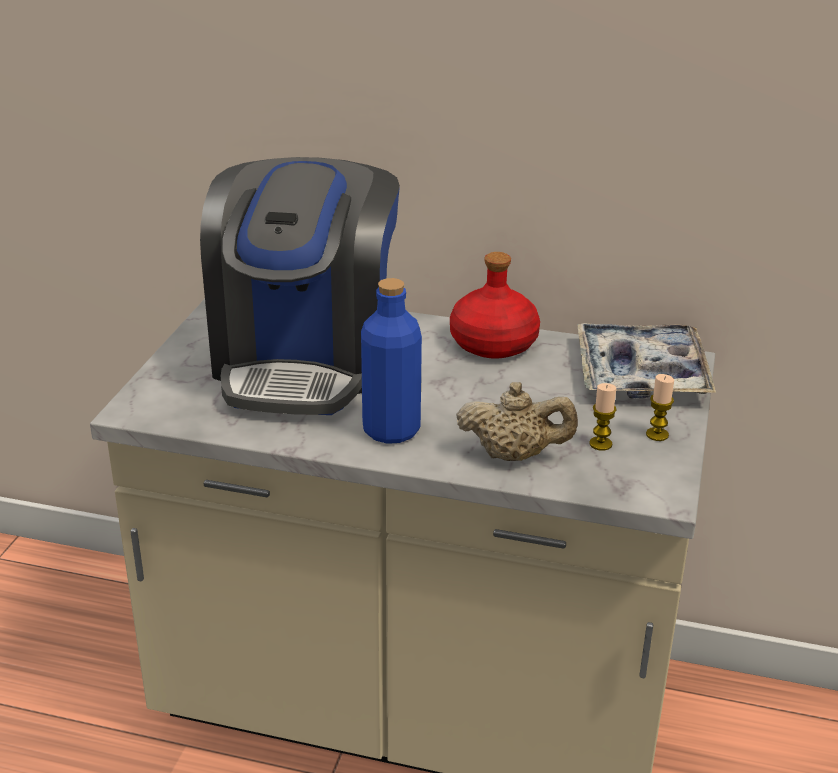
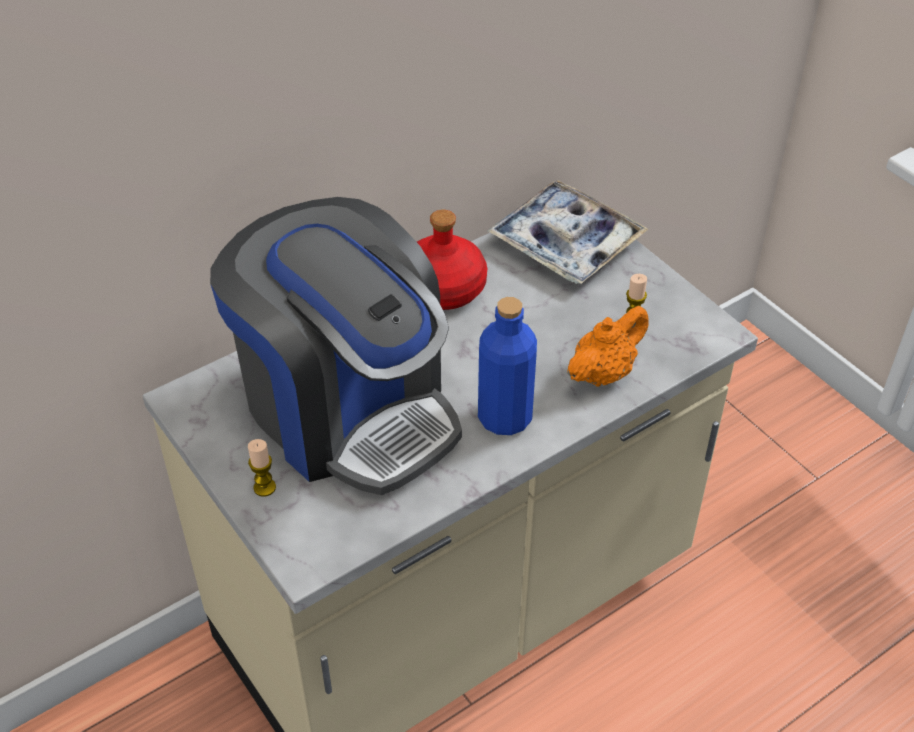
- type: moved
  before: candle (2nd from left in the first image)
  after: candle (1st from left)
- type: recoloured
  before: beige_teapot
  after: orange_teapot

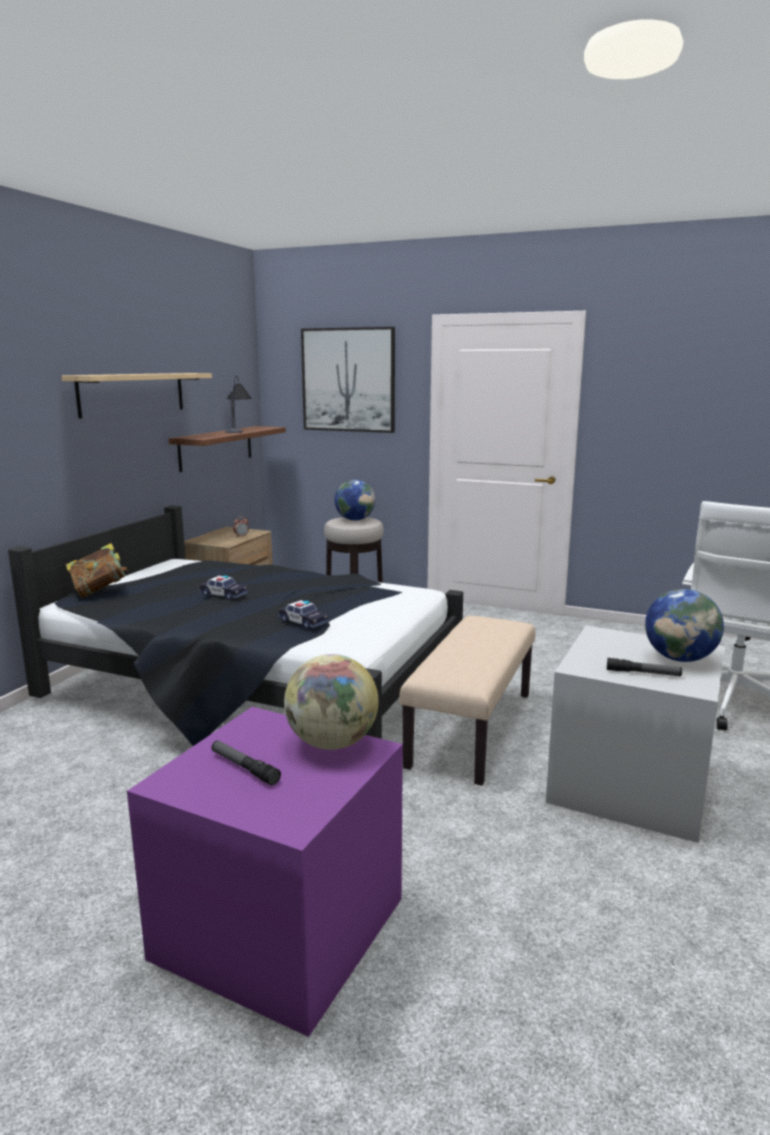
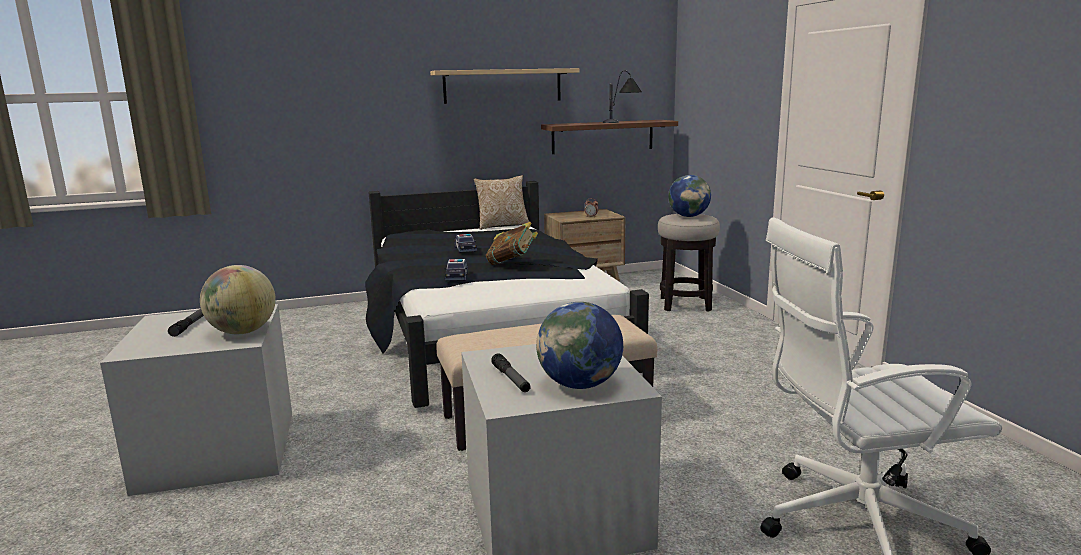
- type: removed
  before: picture
- type: added
  after: pillow
- type: moved
  before: book
- type: recoloured
  before: purple_storage_box
  after: grey_storage_box (1st from left)

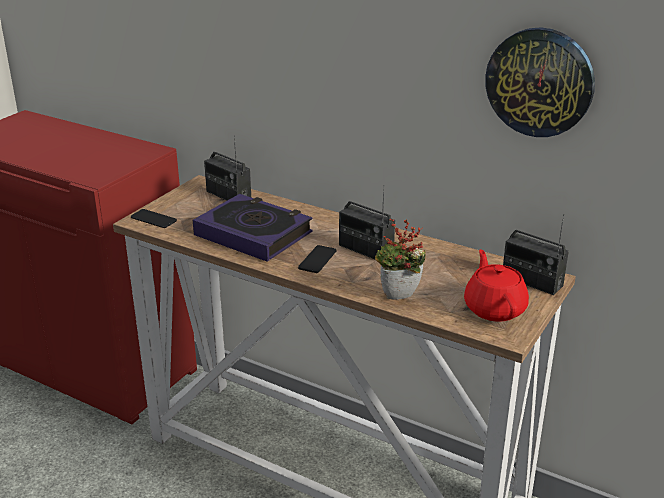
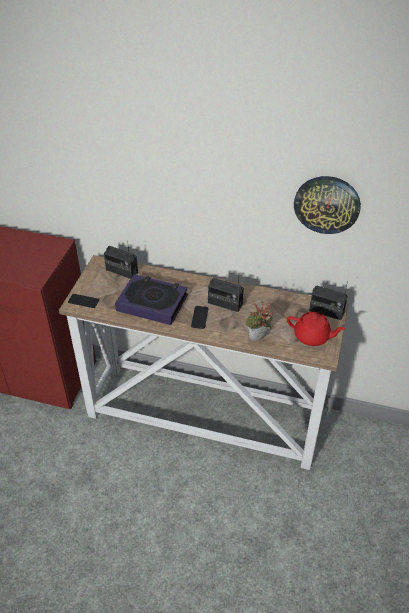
- type: turned
  before: red_teapot
  turn: 135

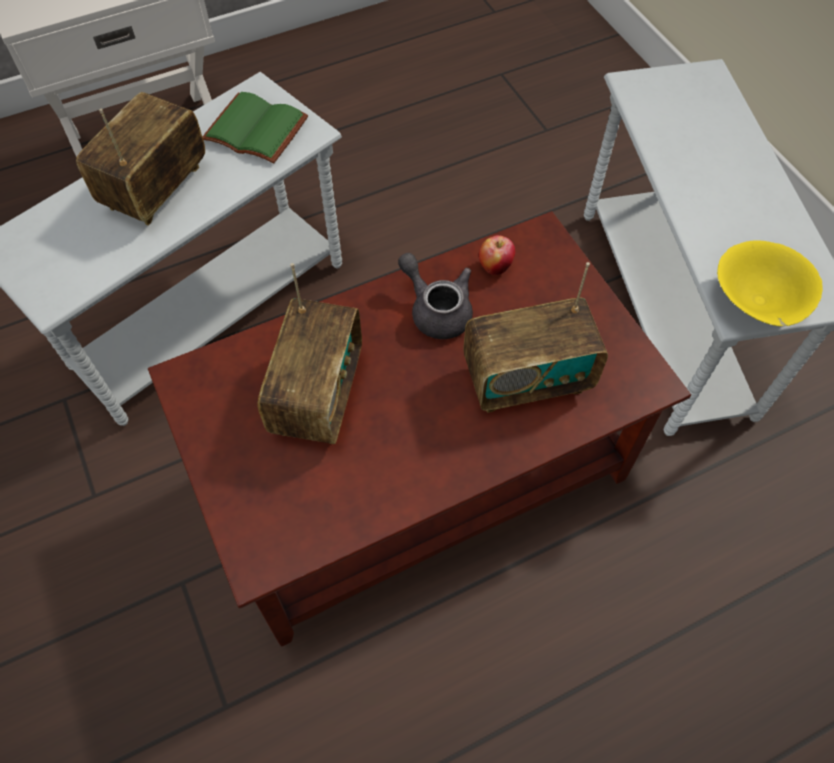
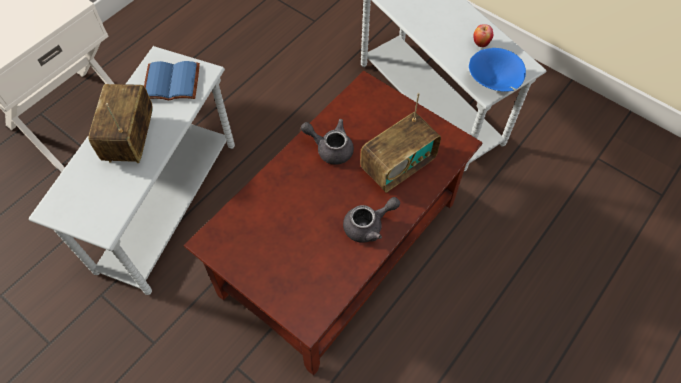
- type: removed
  before: radio (2nd from left)
- type: added
  after: grey_teapot (2nd from left)
- type: moved
  before: apple
- type: recoloured
  before: green_book
  after: blue_book
- type: recoloured
  before: yellow_bowl
  after: blue_bowl

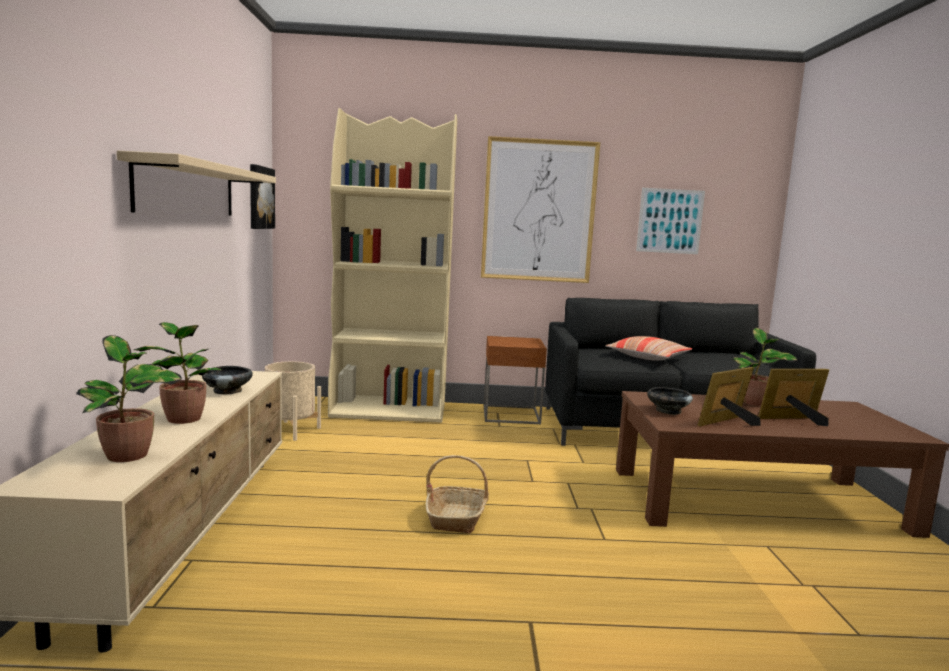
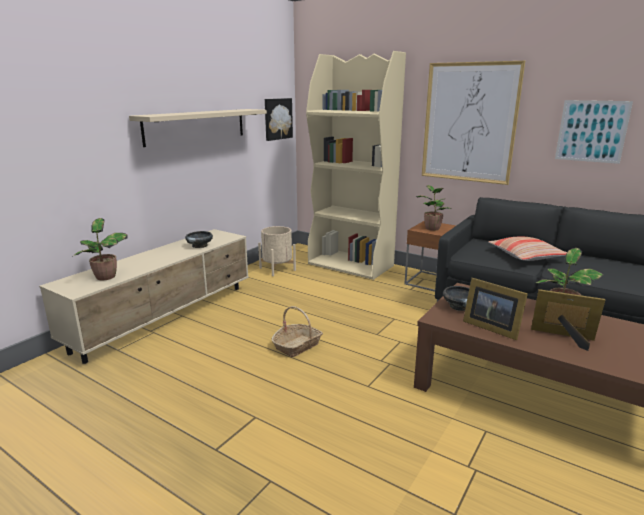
- type: moved
  before: potted_plant (2nd from left)
- type: turned
  before: picture_frame (1st from left)
  turn: -135

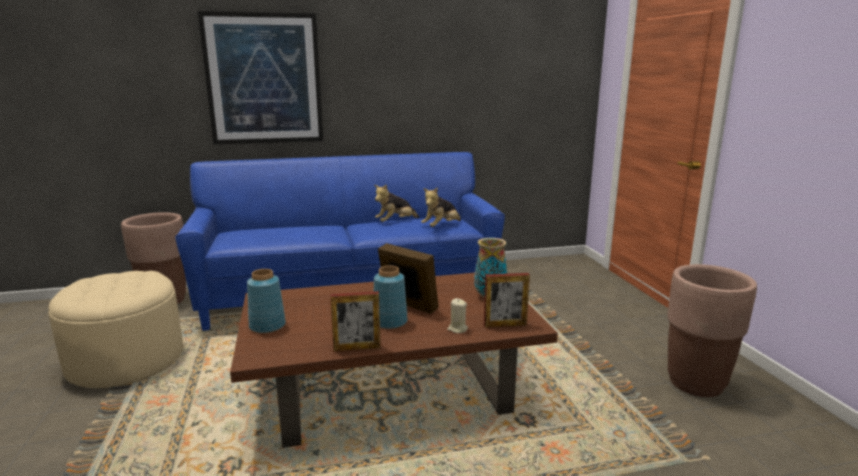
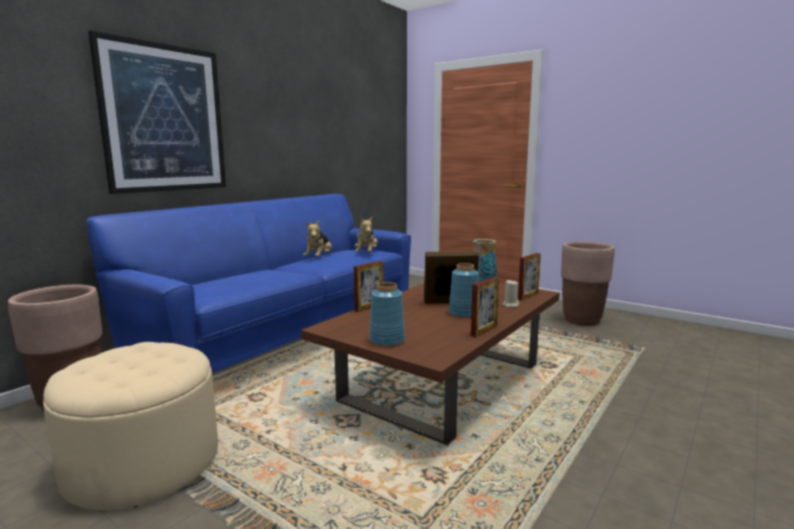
- type: added
  after: picture_frame (1st from left)

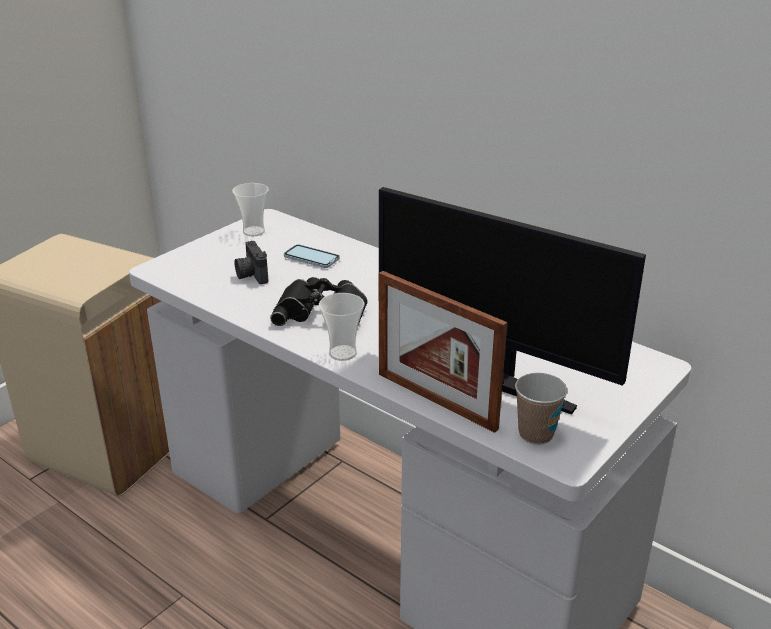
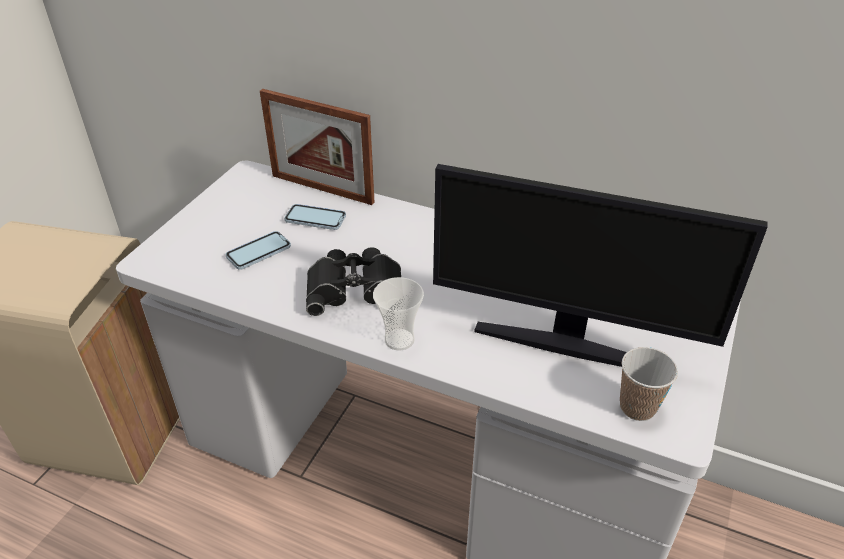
- type: removed
  before: cup (1st from left)
- type: moved
  before: picture_frame
- type: replaced
  before: photo_camera
  after: phone (1st from left)

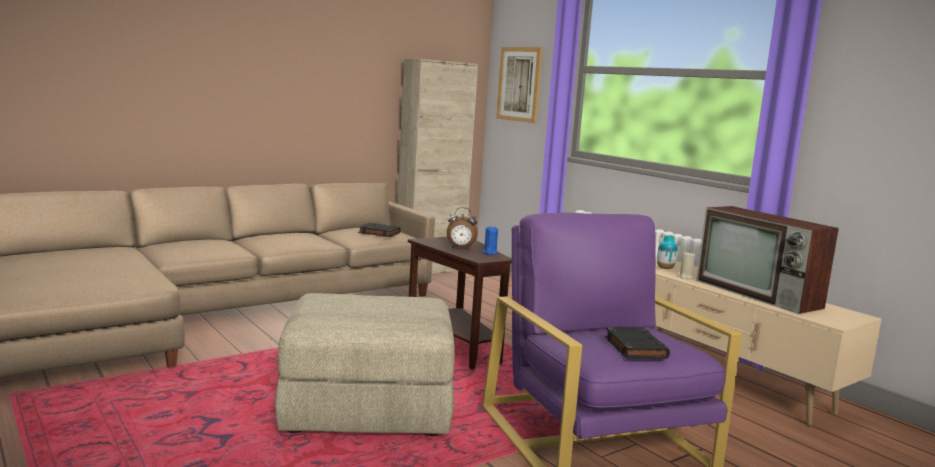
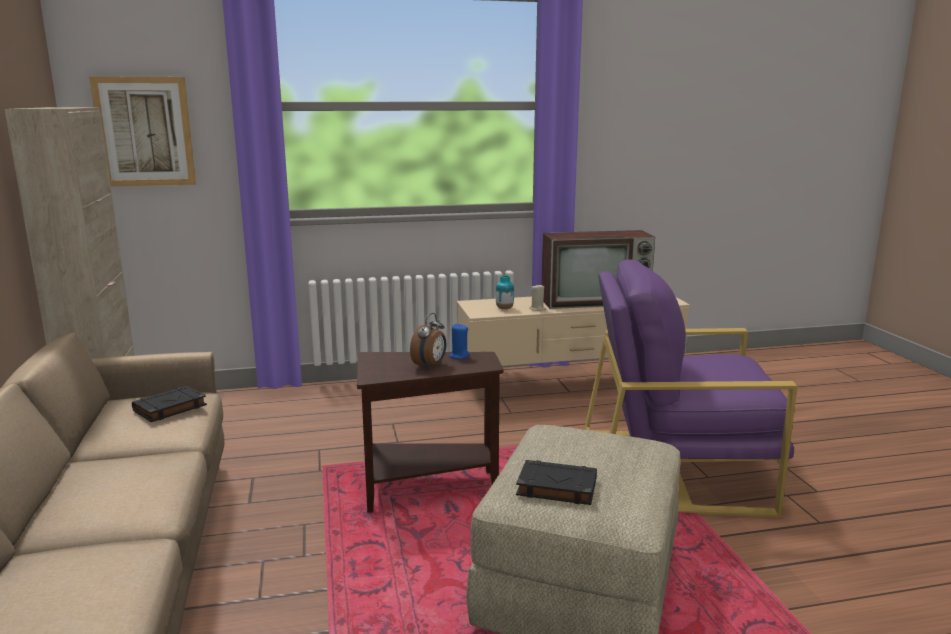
- type: moved
  before: black_book (2nd from left)

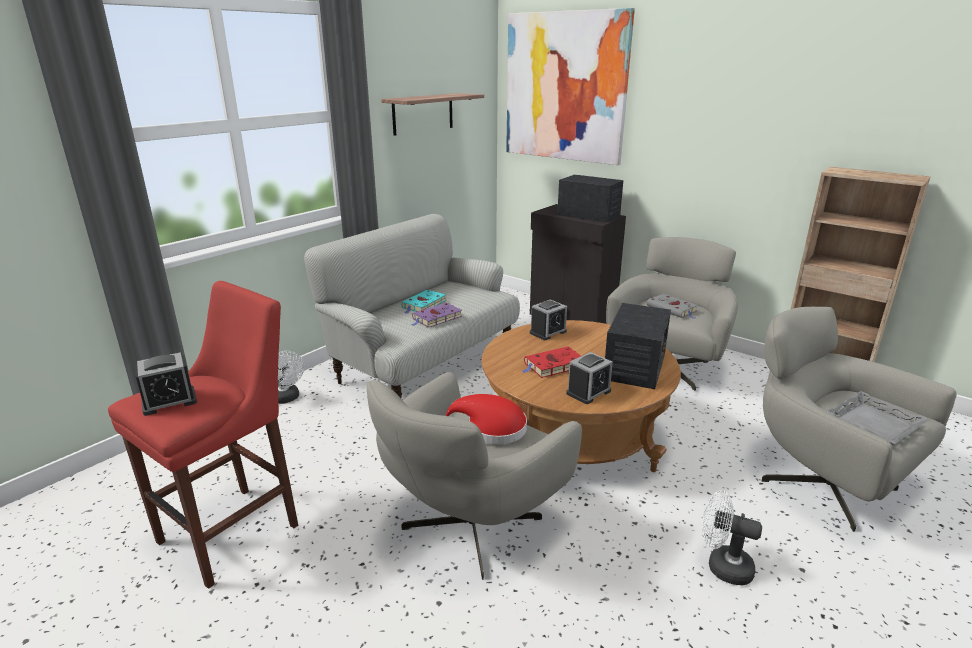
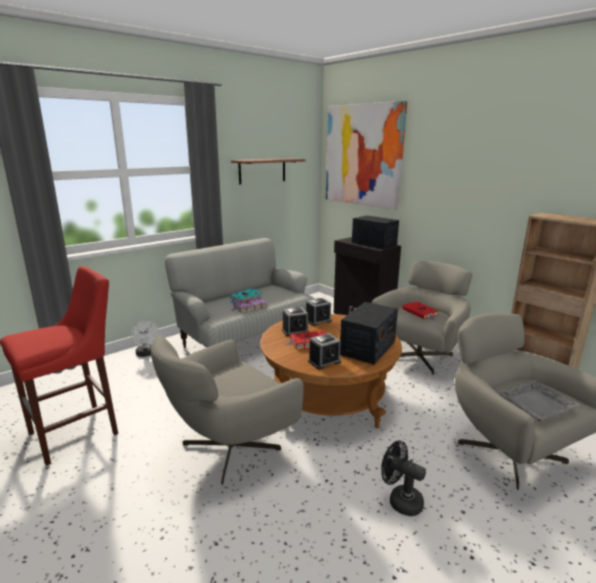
- type: removed
  before: red_hat
- type: moved
  before: alarm_clock (1st from left)
- type: recoloured
  before: grey_book
  after: red_book (2nd from left)
- type: recoloured
  before: white_fan (2nd from left)
  after: black_fan

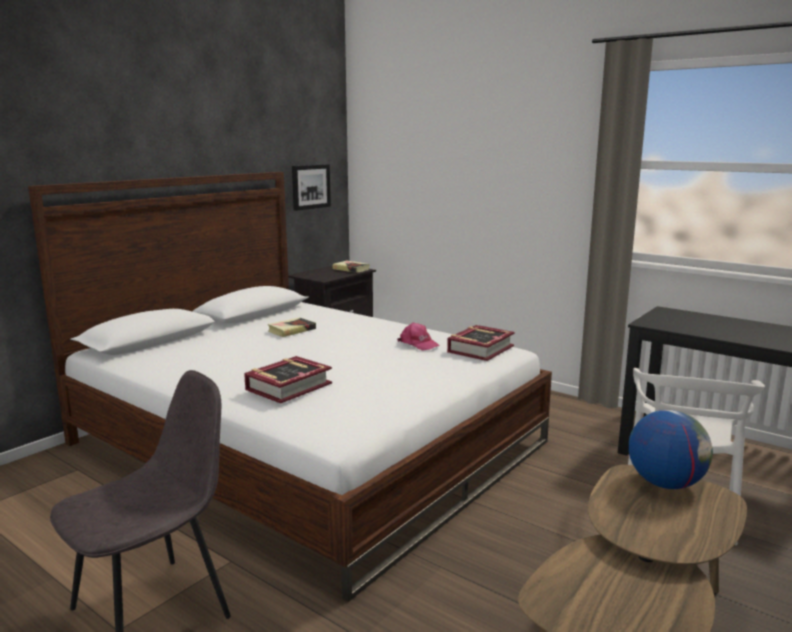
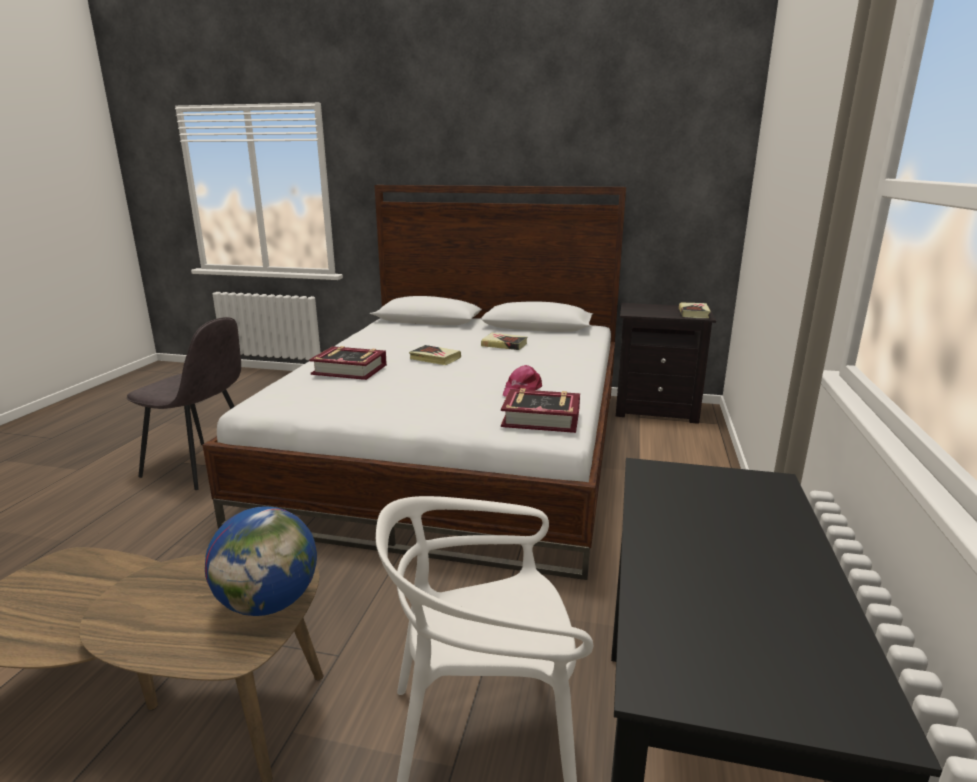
- type: removed
  before: picture
- type: added
  after: book (2nd from left)

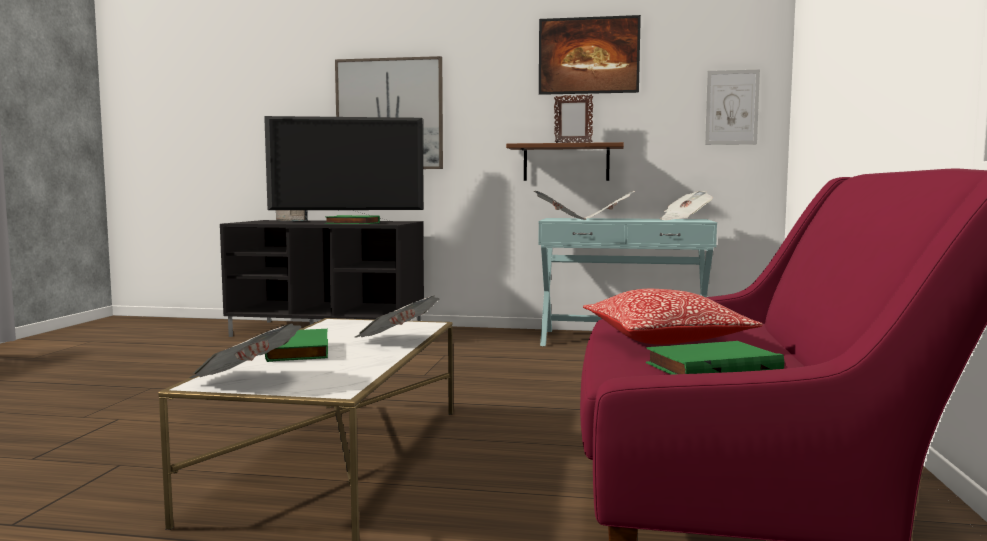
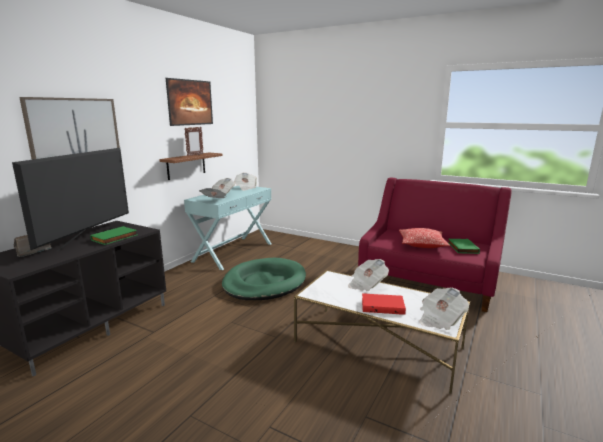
- type: removed
  before: picture (3rd from left)
- type: added
  after: green_dog_bed
- type: recoloured
  before: green_book (1st from left)
  after: red_book

